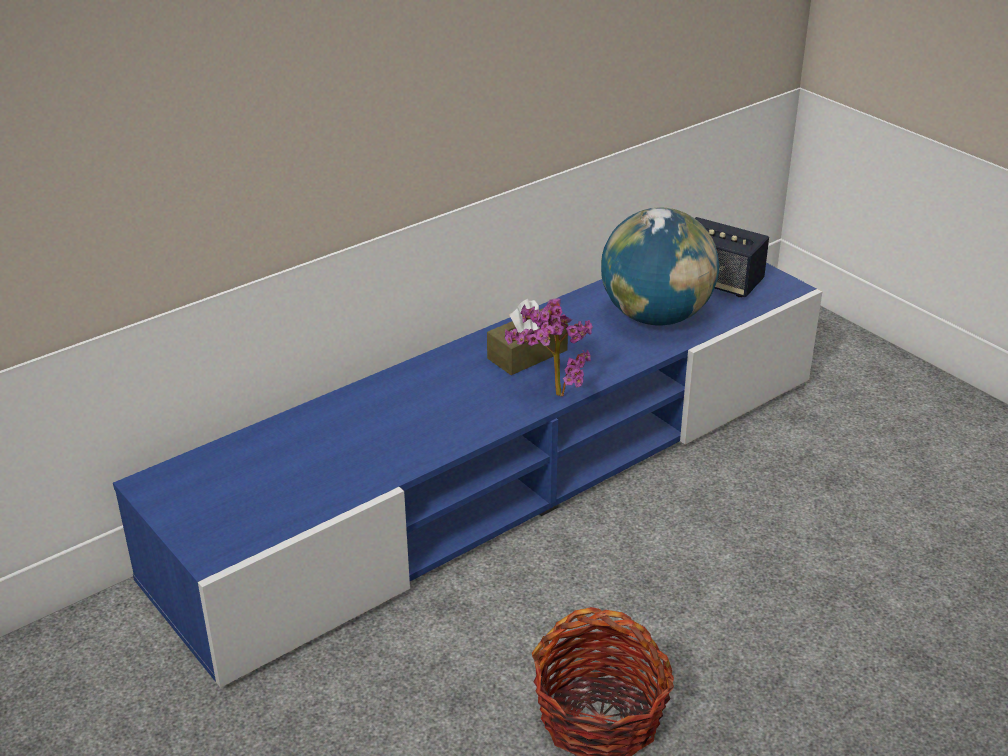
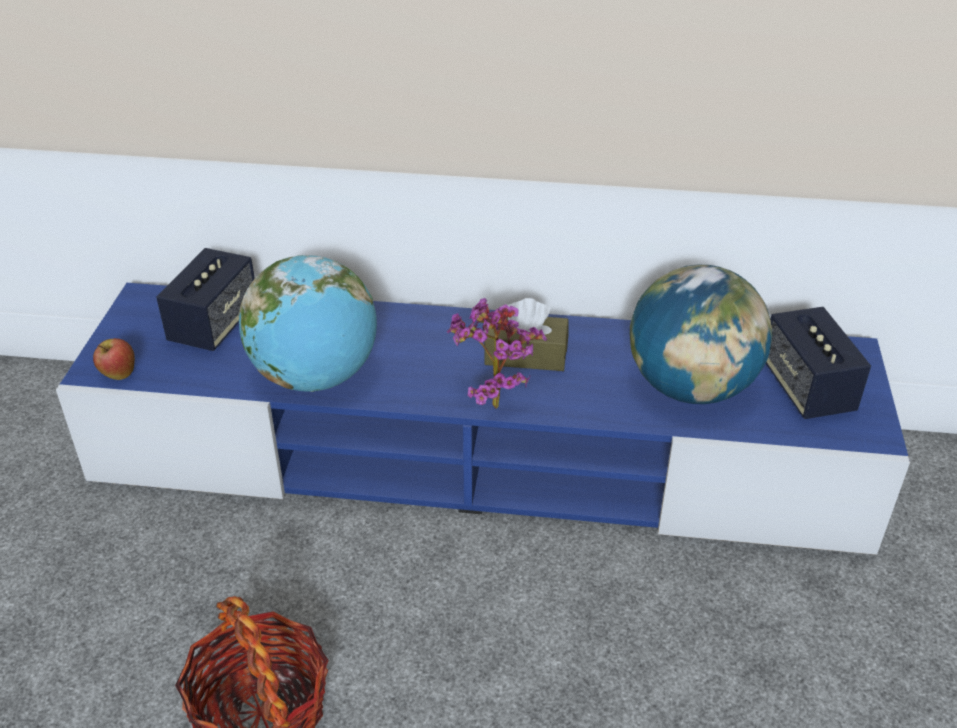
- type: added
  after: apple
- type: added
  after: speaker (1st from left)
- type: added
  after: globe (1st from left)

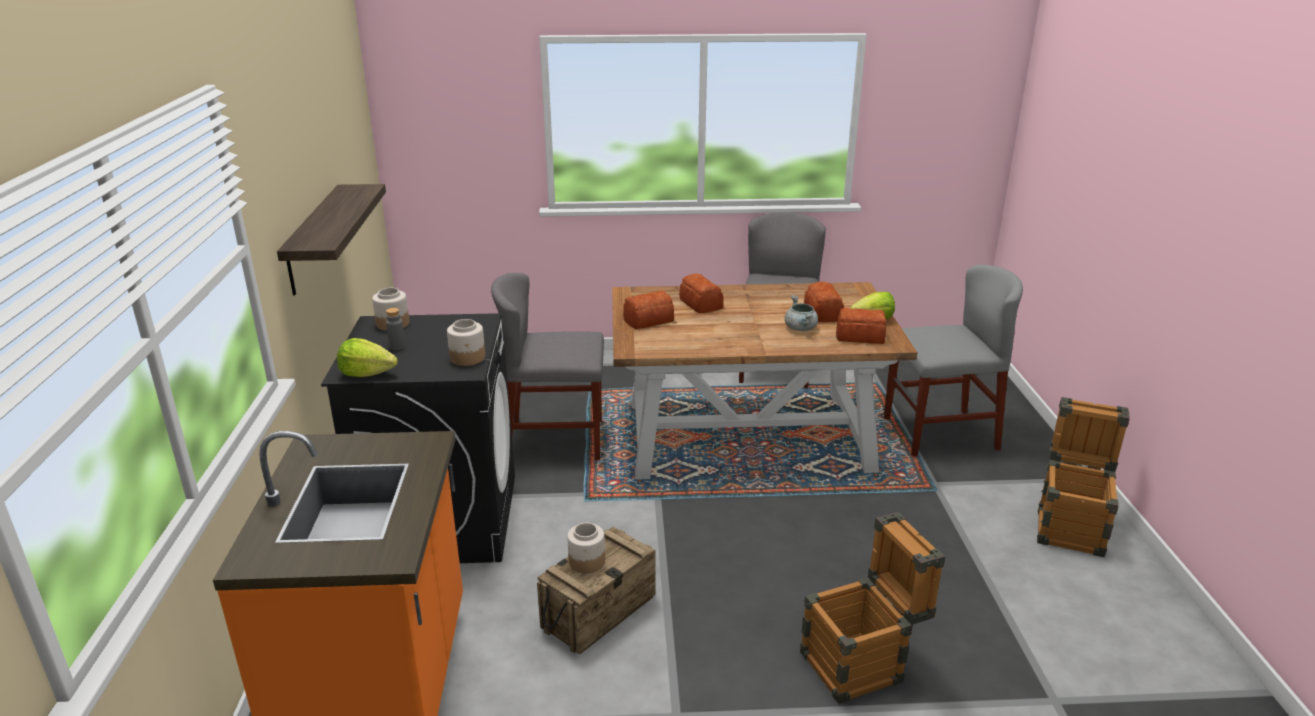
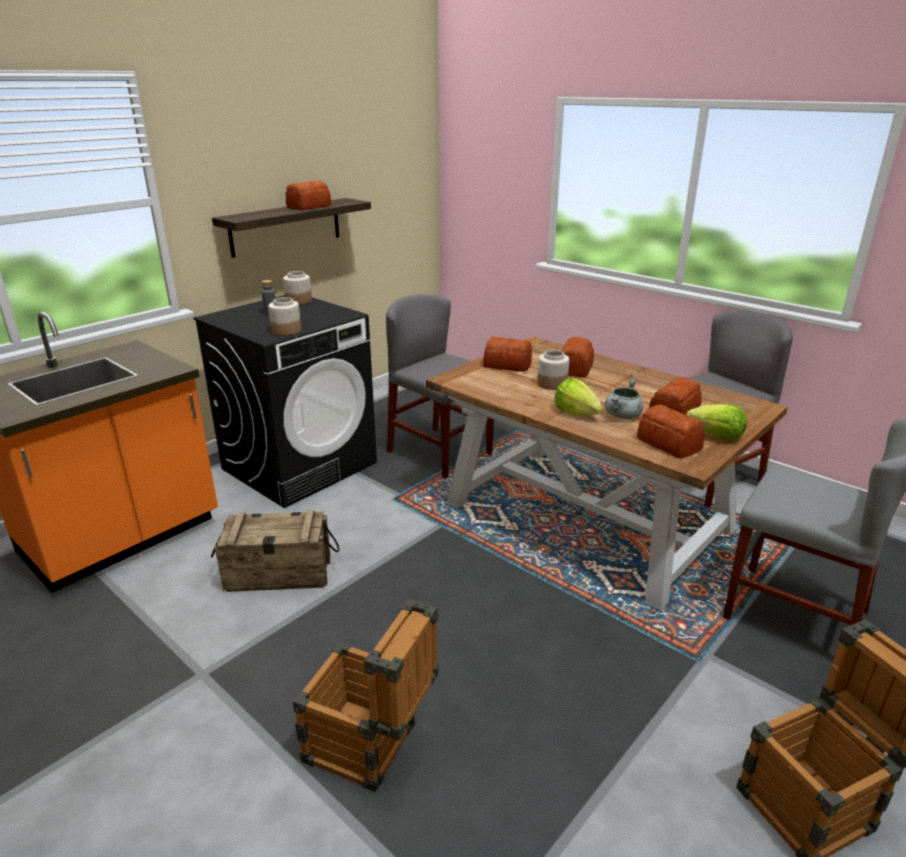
- type: added
  after: bread (1st from left)
- type: moved
  before: lettuce (1st from left)
- type: moved
  before: jar (3rd from left)

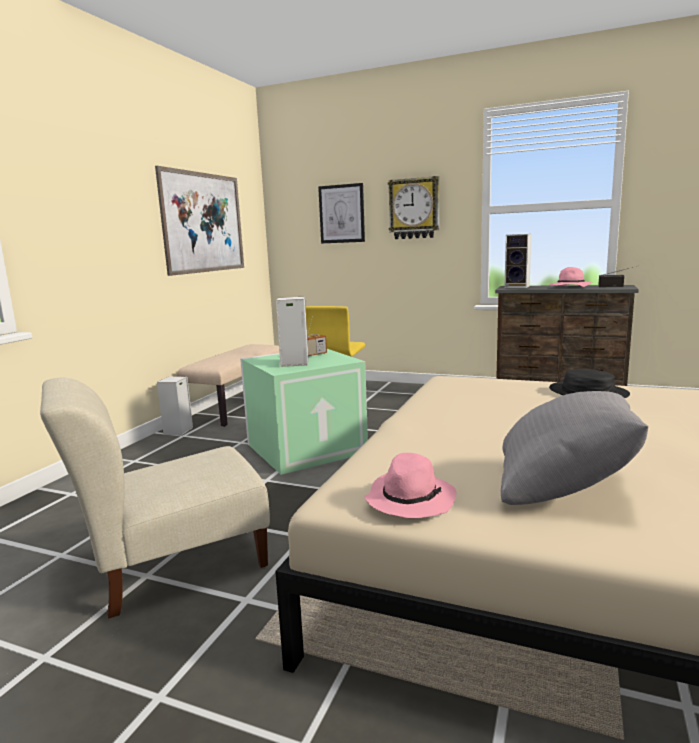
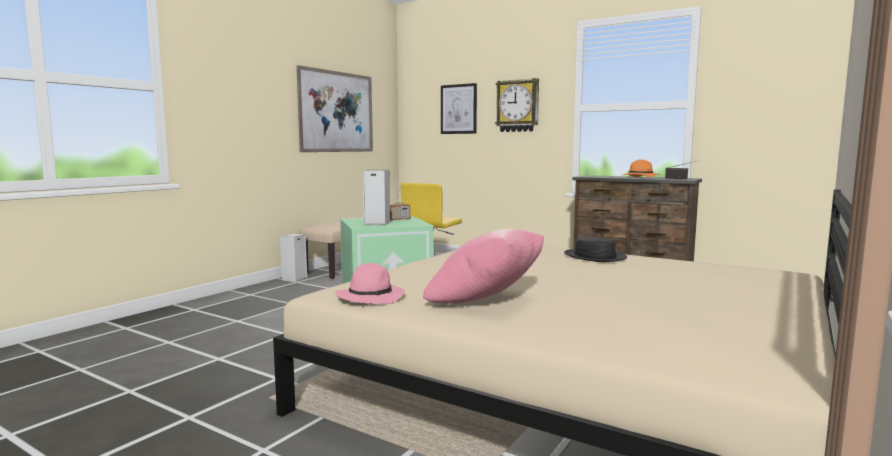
- type: removed
  before: beige_chair
- type: removed
  before: speaker (3rd from left)
- type: recoloured
  before: grey_pillow
  after: pink_pillow
- type: recoloured
  before: pink_hat (2nd from left)
  after: orange_hat

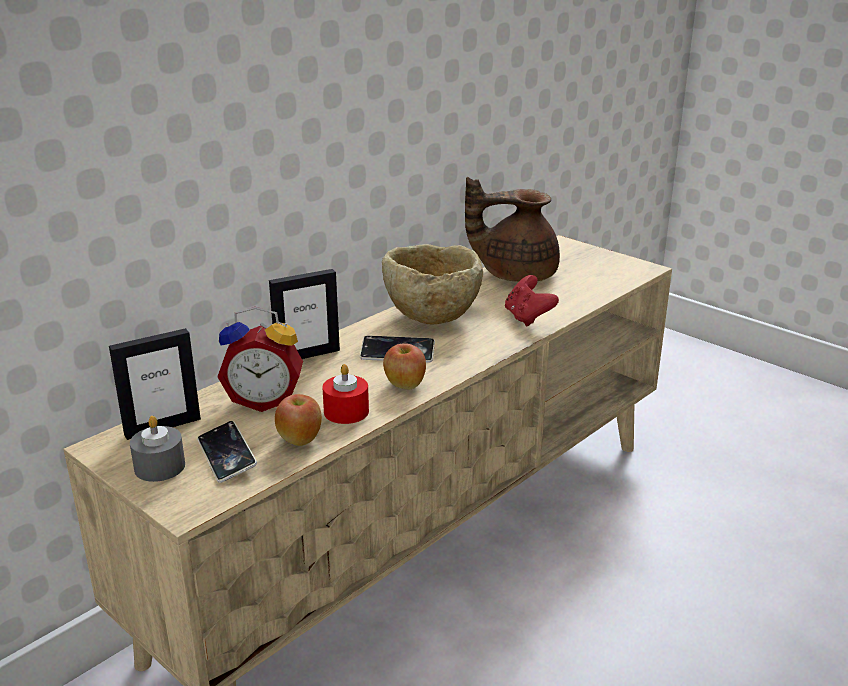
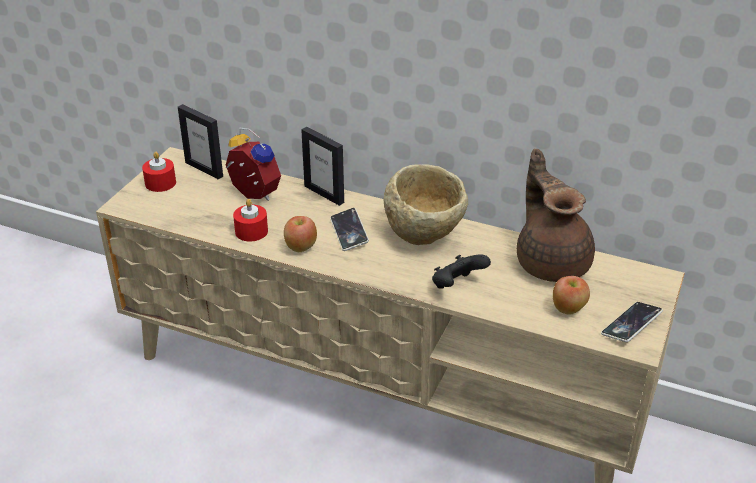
- type: moved
  before: phone (1st from left in the first image)
  after: phone (2nd from left)
- type: moved
  before: apple (1st from left in the first image)
  after: apple (2nd from left)
- type: recoloured
  before: grey_candle
  after: red_candle (1st from left)
- type: recoloured
  before: red_game_controller
  after: black_game_controller
- type: turned
  before: alarm_clock
  turn: 150

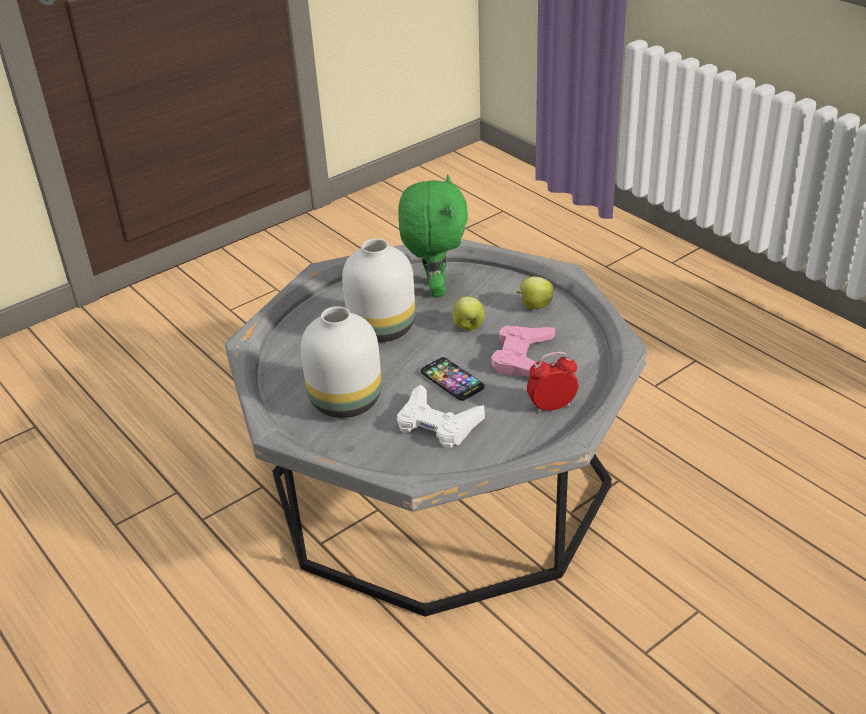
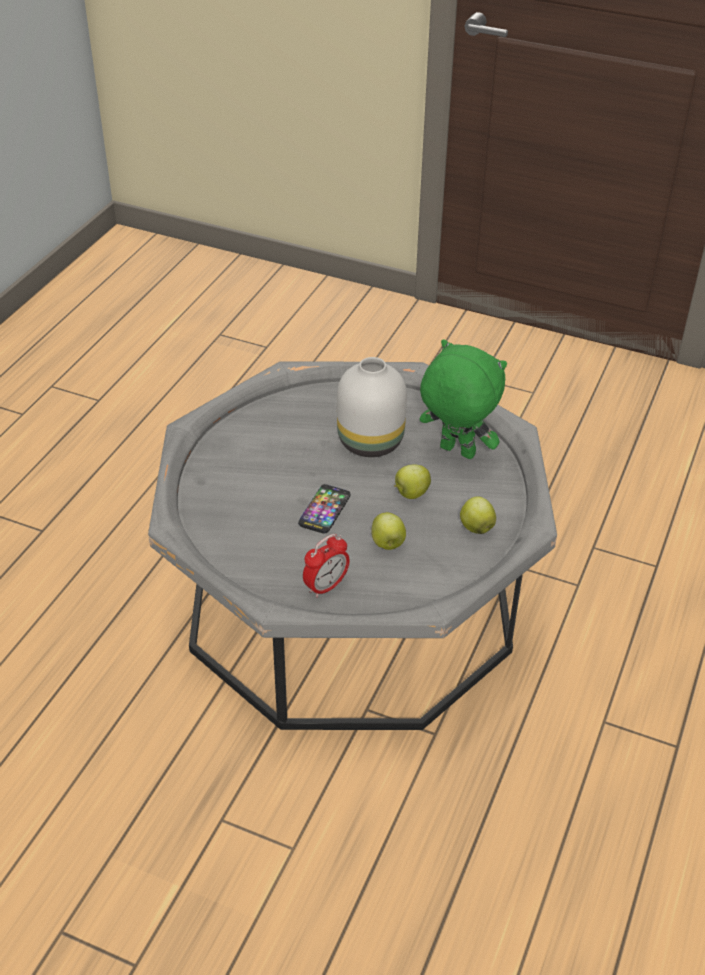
- type: removed
  before: white_vase (1st from left)
- type: removed
  before: white_game_controller
- type: replaced
  before: pink_game_controller
  after: apple (1st from left)
- type: turned
  before: green_plush_toy
  turn: -120
- type: turned
  before: alarm_clock
  turn: 90

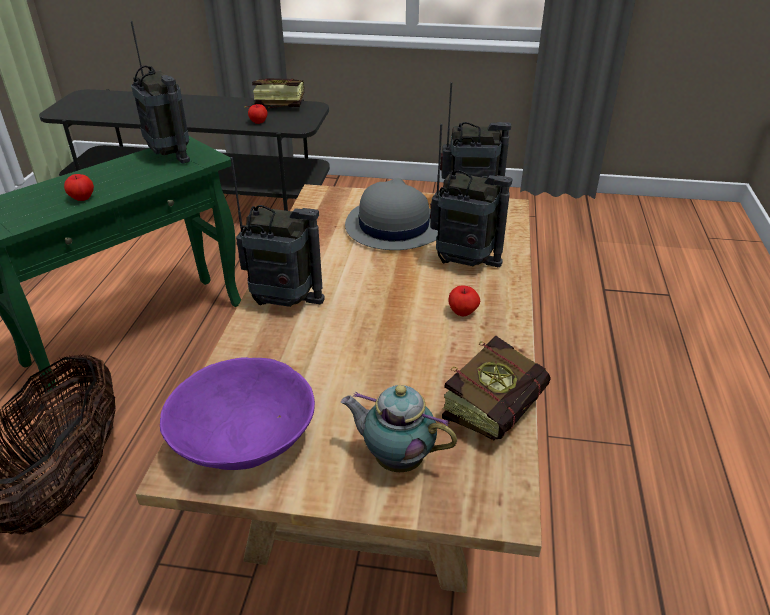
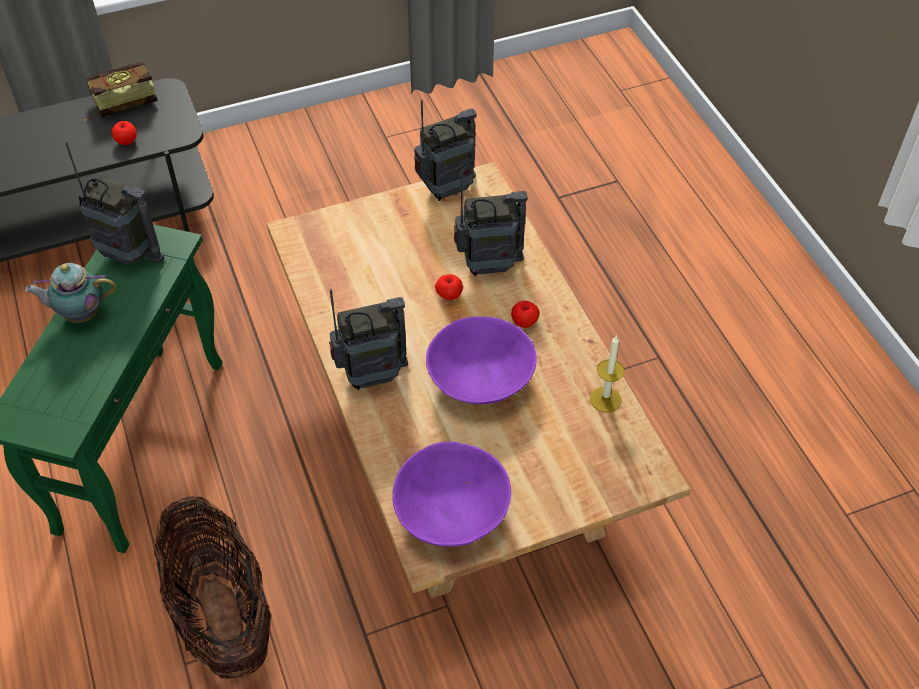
- type: removed
  before: grey_hat
- type: added
  after: purple_bowl (2nd from left)
- type: moved
  before: apple (1st from left in the first image)
  after: apple (2nd from left)
- type: moved
  before: teapot
- type: replaced
  before: book (2nd from left)
  after: candle

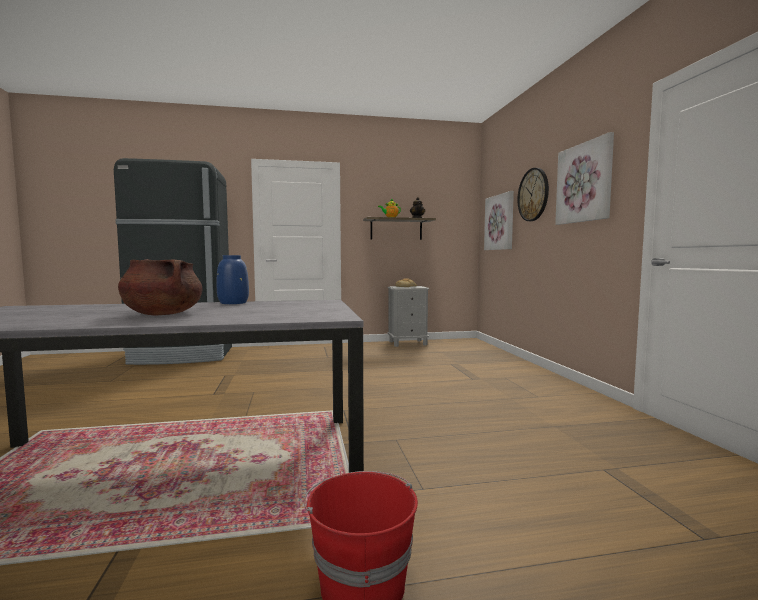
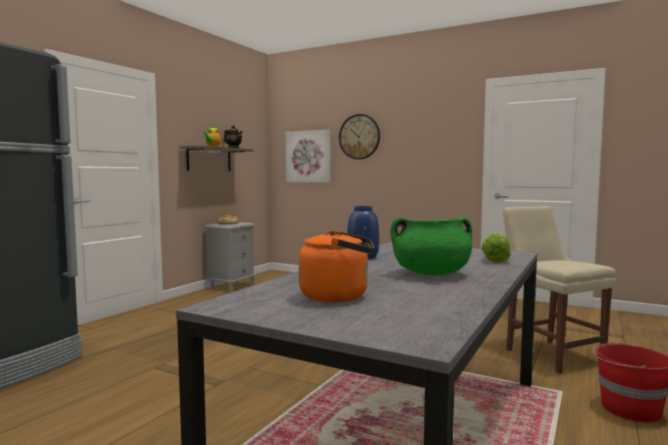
- type: removed
  before: picture (2nd from left)
- type: added
  after: orange_kettle
- type: added
  after: lettuce
- type: added
  after: beige_chair
- type: recoloured
  before: brown_cooking_pot
  after: green_cooking_pot

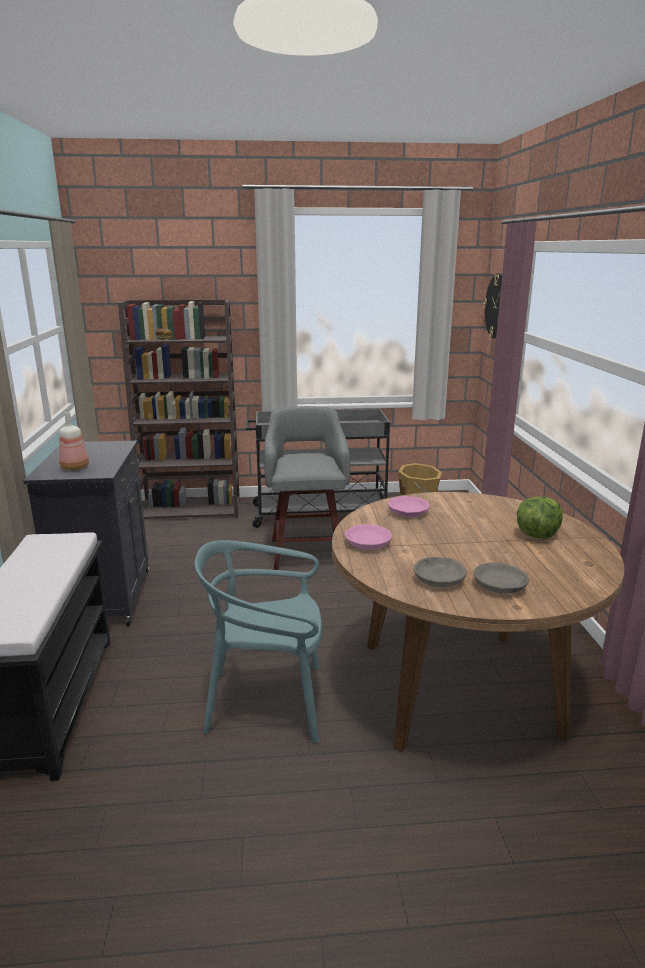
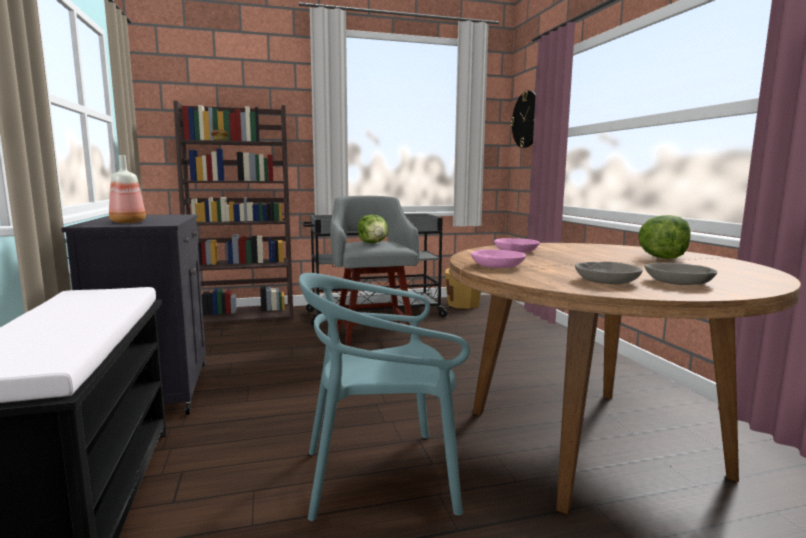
- type: added
  after: lettuce (1st from left)

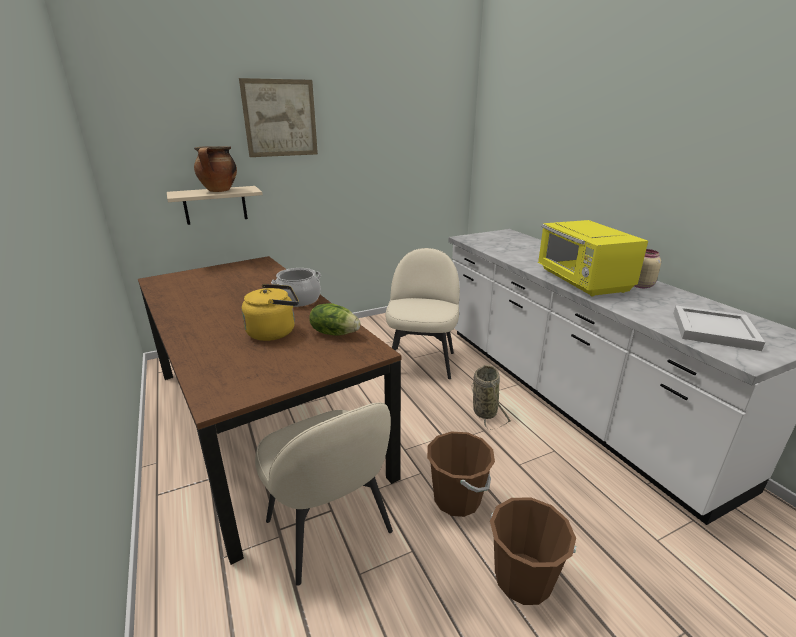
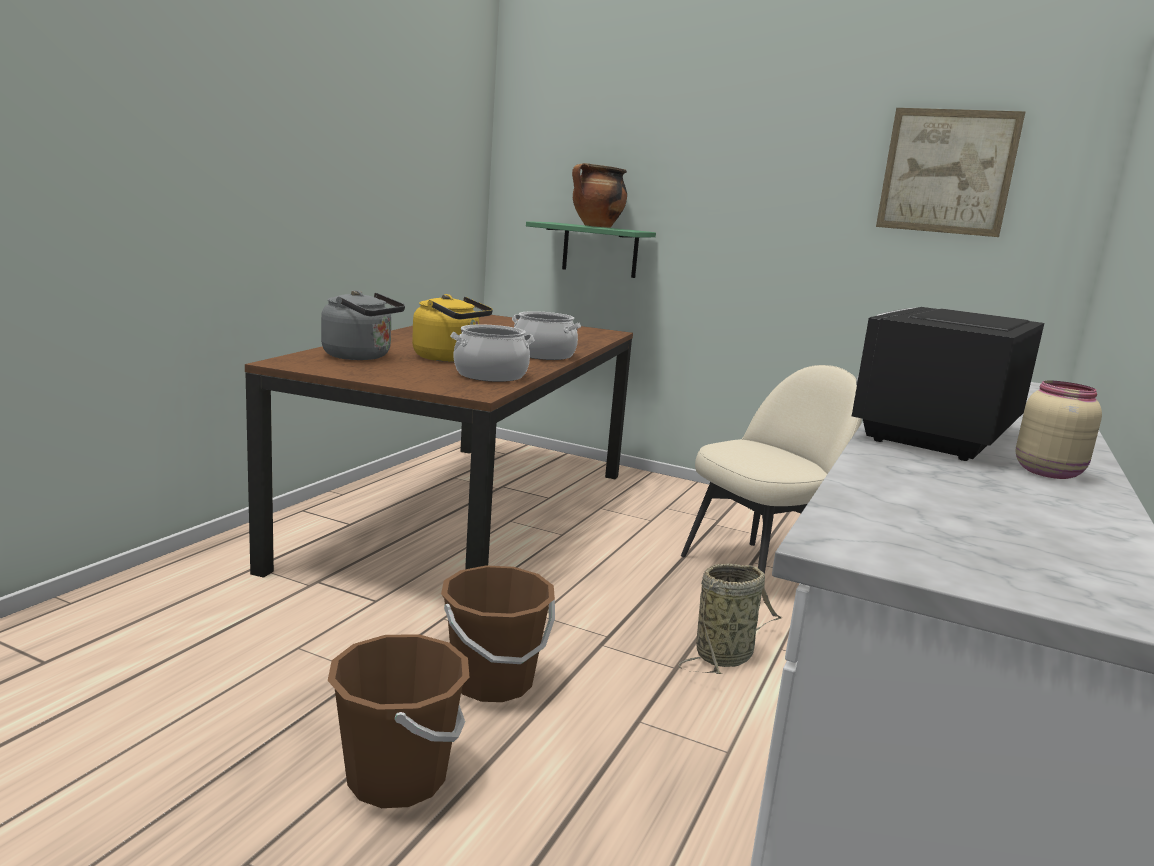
- type: removed
  before: beige_chair (1st from left)
- type: removed
  before: white_tray
- type: added
  after: grey_kettle
- type: moved
  before: picture
- type: replaced
  before: lettuce
  after: cooking_pot (1st from left)
- type: recoloured
  before: beige_shelf
  after: green_shelf
- type: recoloured
  before: yellow_microwave
  after: black_microwave

